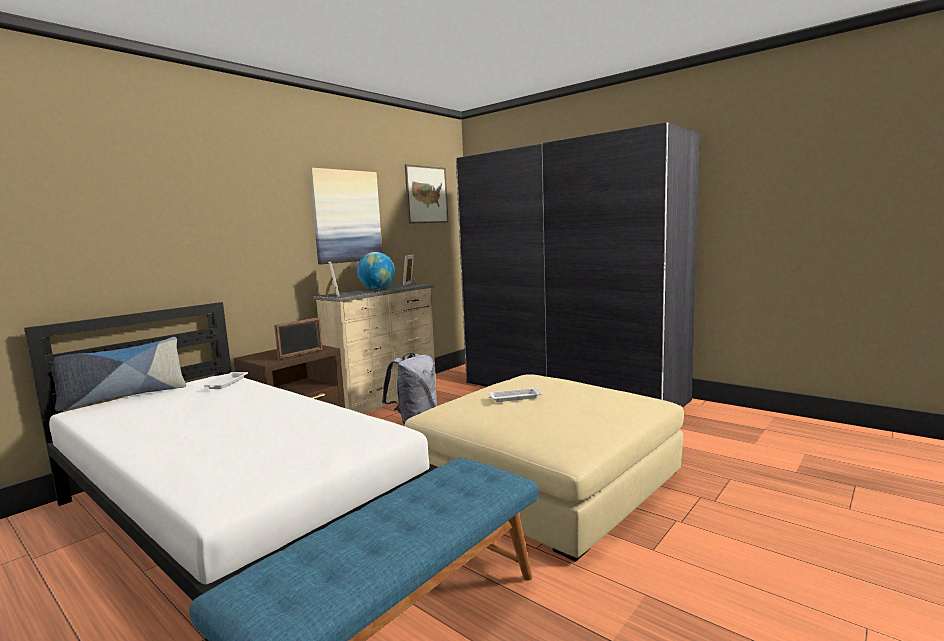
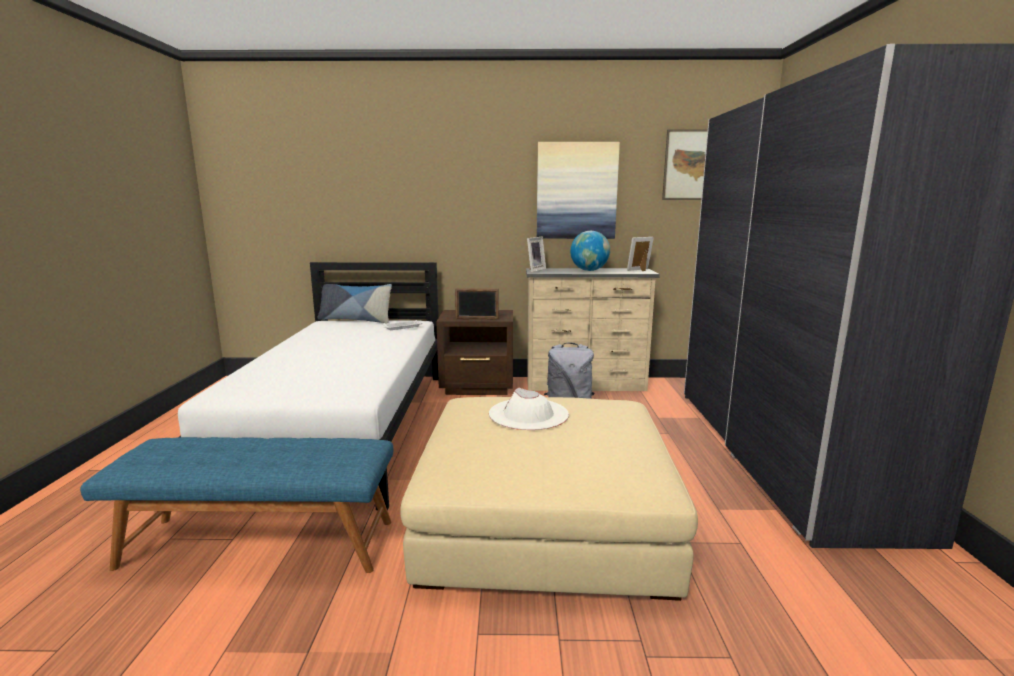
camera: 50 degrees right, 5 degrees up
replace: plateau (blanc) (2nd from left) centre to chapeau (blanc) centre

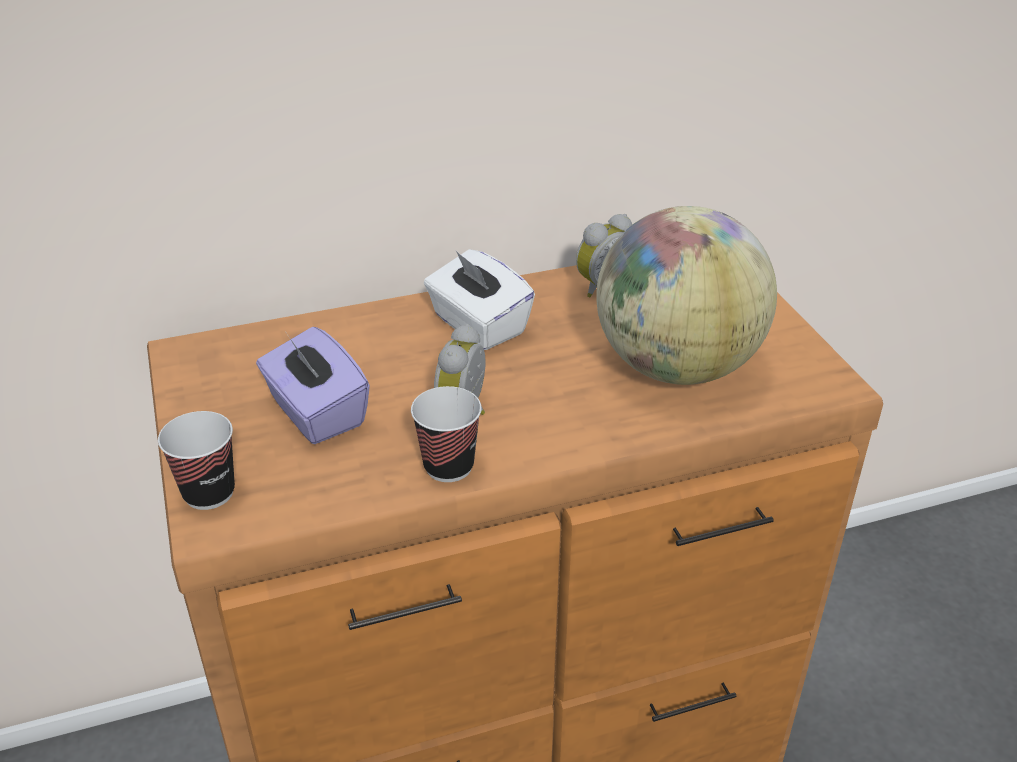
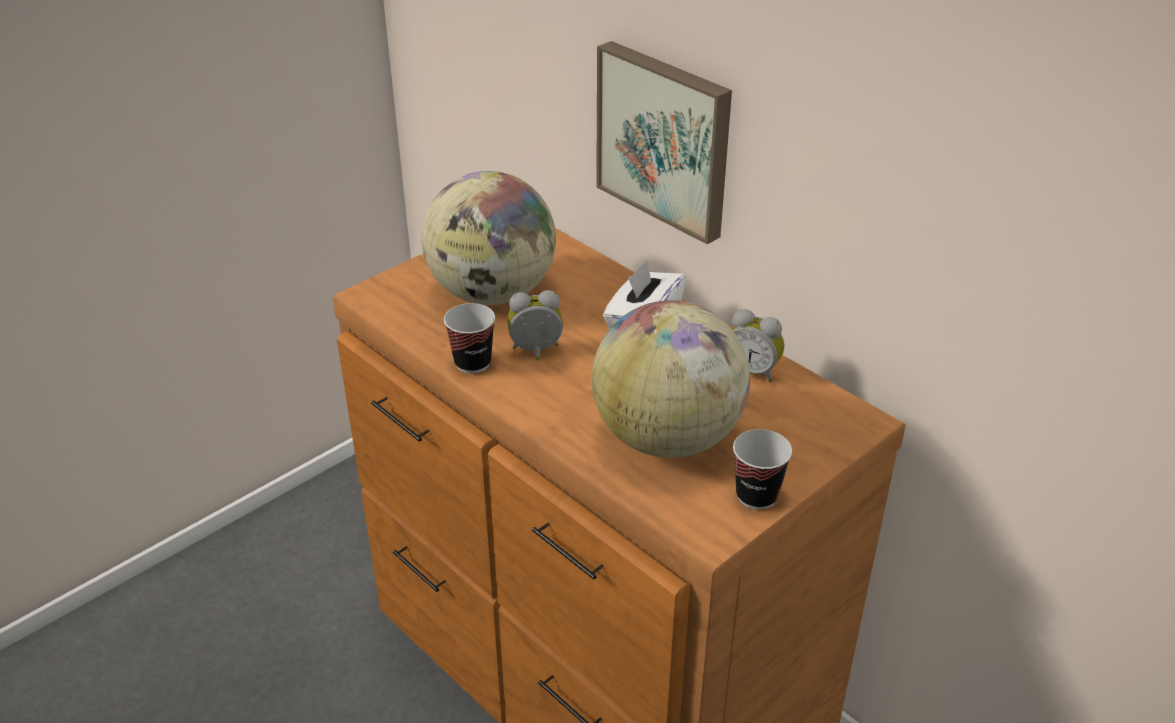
camera: 65 degrees right, 0 degrees up
insert: tableau top centre
move: tasse (1st from left in the first image) middle left to tasse (2nd from left) centre
replace: boîte à mouchoirs (violet) middle left to globe (1st from left) top centre

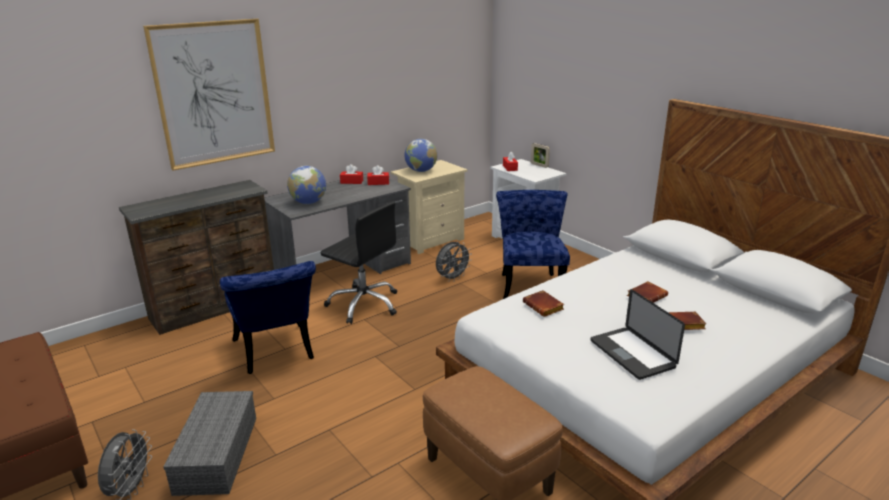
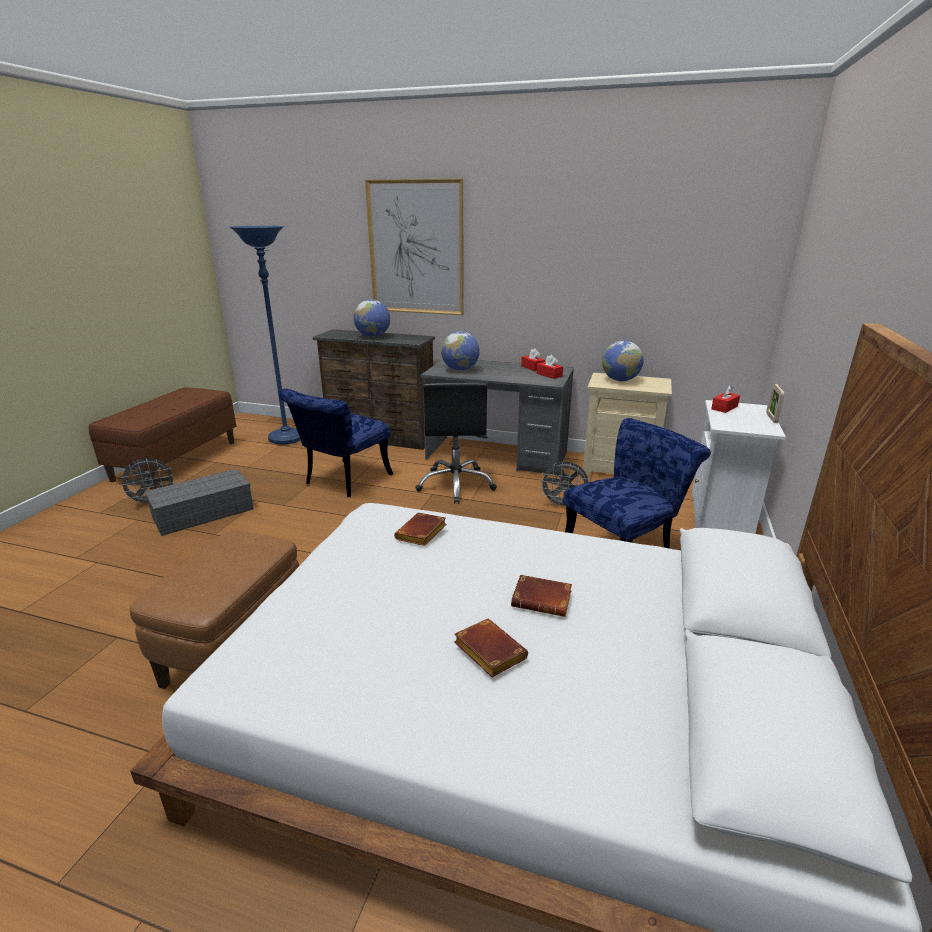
camera: 55 degrees right, 0 degrees up
delete: ordinateur portable bottom right
insert: lampadaire (bleu) middle left; globe (1st from left) centre

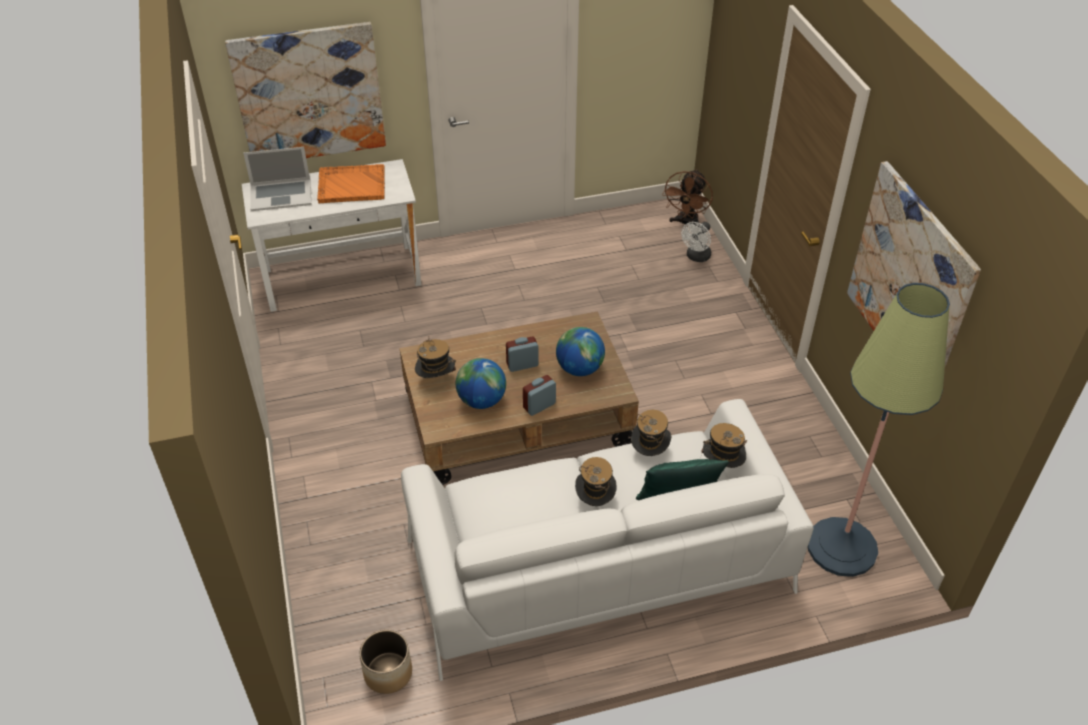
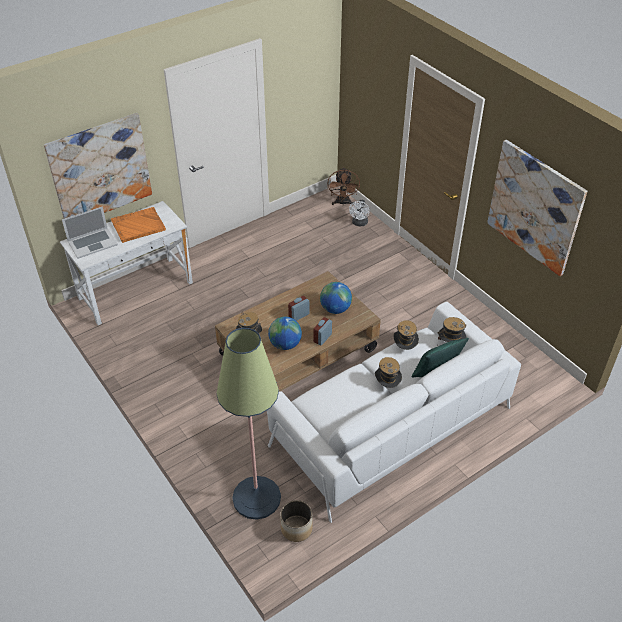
camera: 20 degrees left, 0 degrees up
move: lampadaire middle right to bottom centre

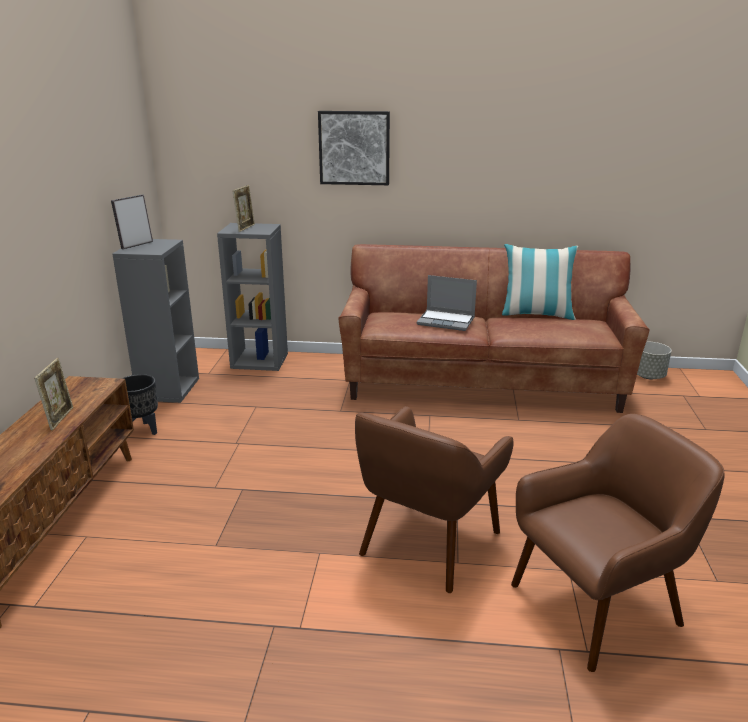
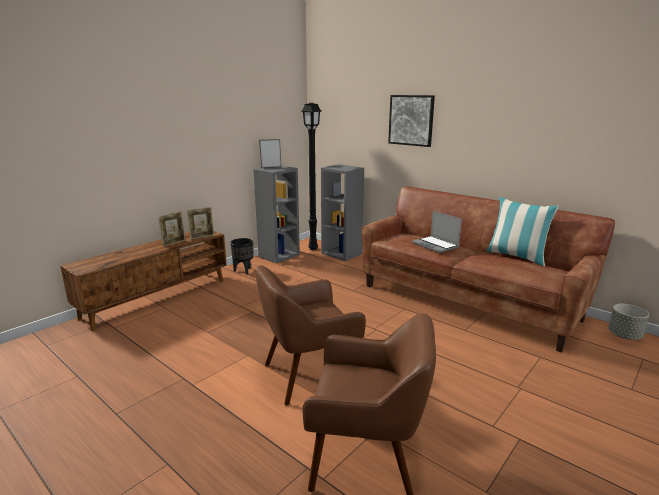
camera: 35 degrees right, 5 degrees down
insert: lampadaire (noir) centre
move: cadre photo (3rd from left in the first image) top left to cadre photo (2nd from left) middle left

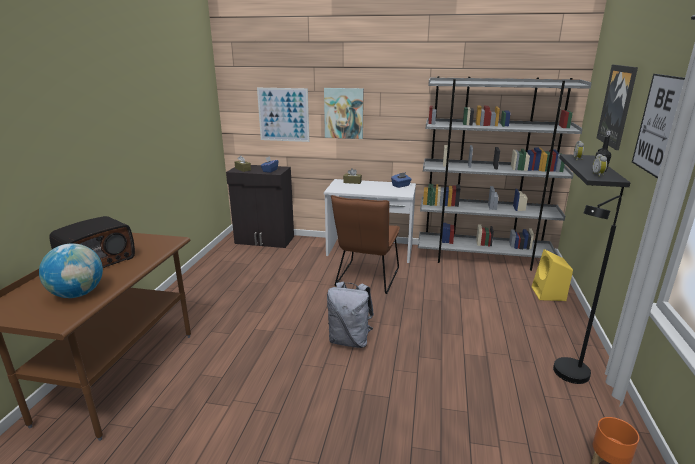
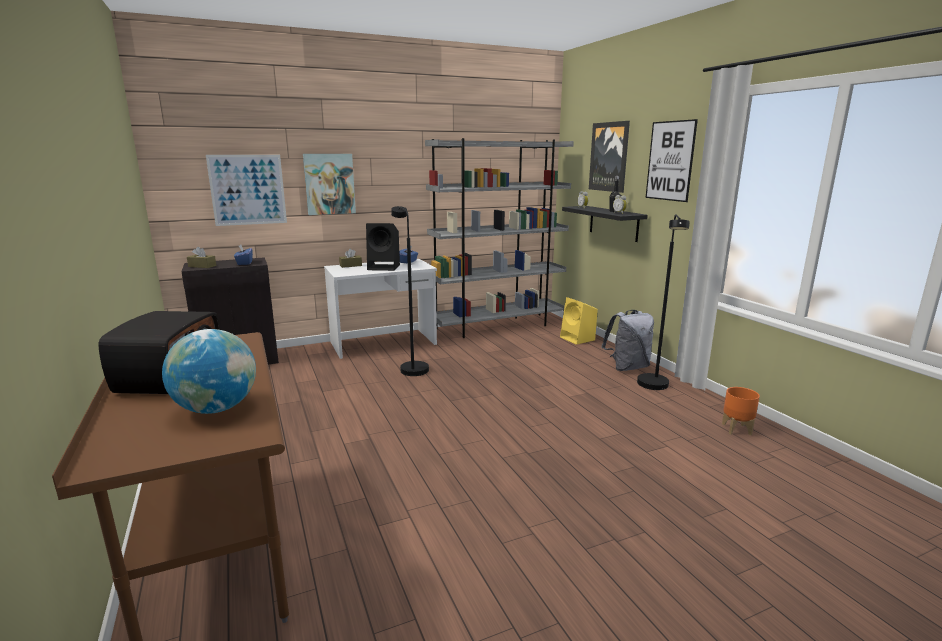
camera: 35 degrees left, 5 degrees down
insert: enceinte (noir) centre
move: sac à dos (gris) bottom centre to middle right
replace: chaise (marron) centre to lampadaire (noir) (1st from left) centre

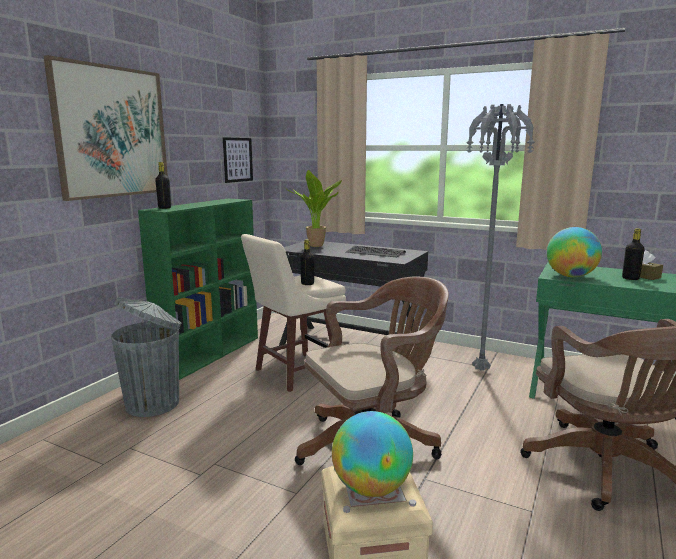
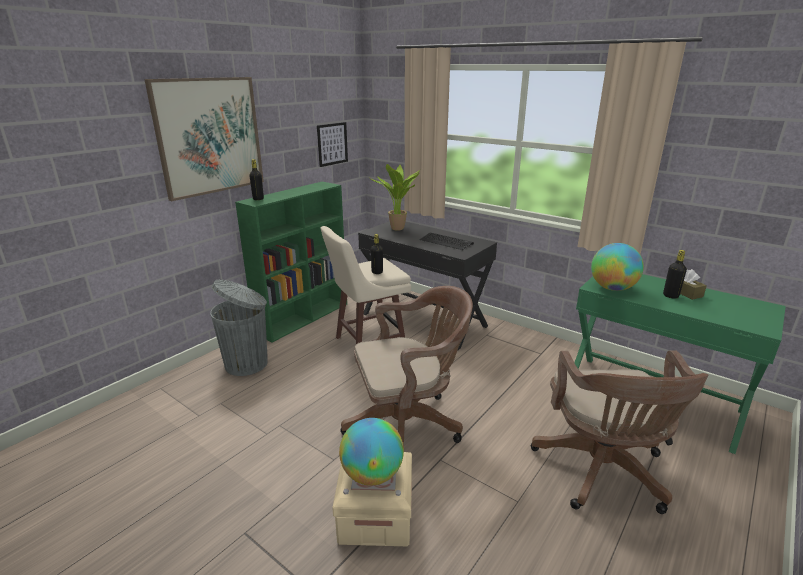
camera: 10 degrees right, 10 degrees up
delete: lampadaire (gris) middle right

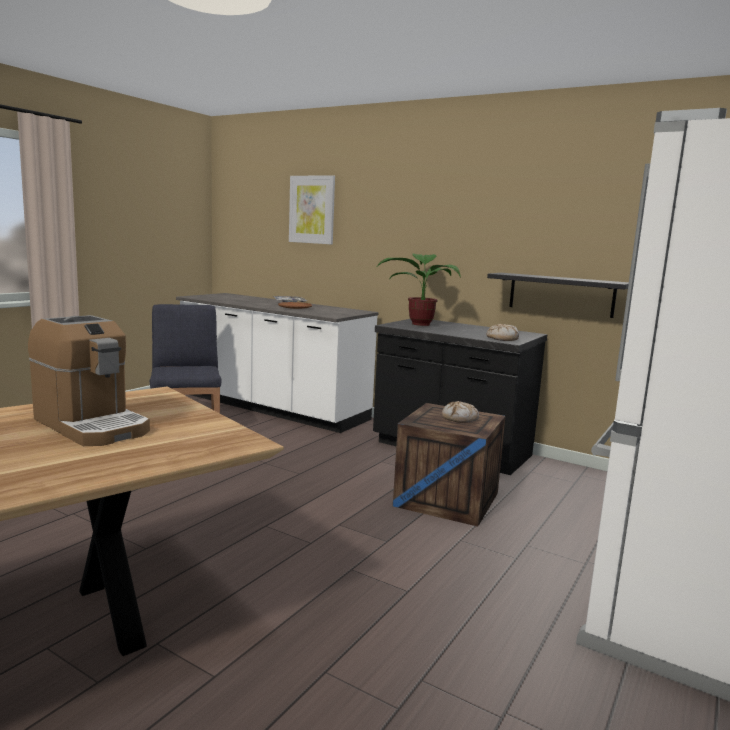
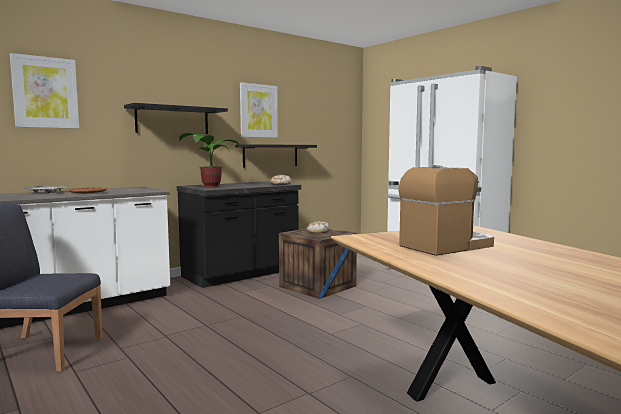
camera: 70 degrees left, 5 degrees down
insert: tableau (2nd from left) top centre; étagère (noir) (1st from left) top left

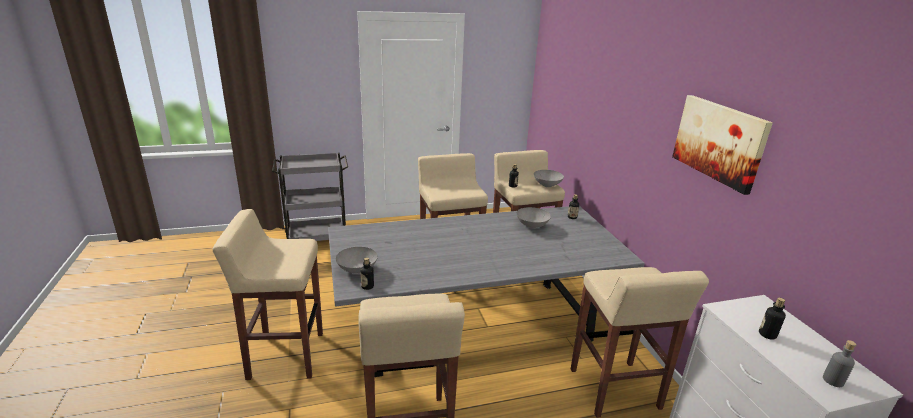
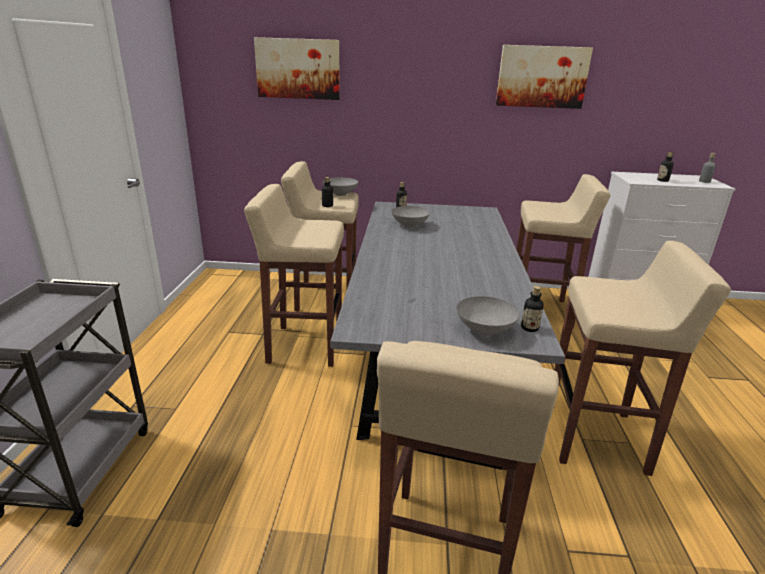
camera: 70 degrees left, 0 degrees up
insert: tableau (1st from left) top centre

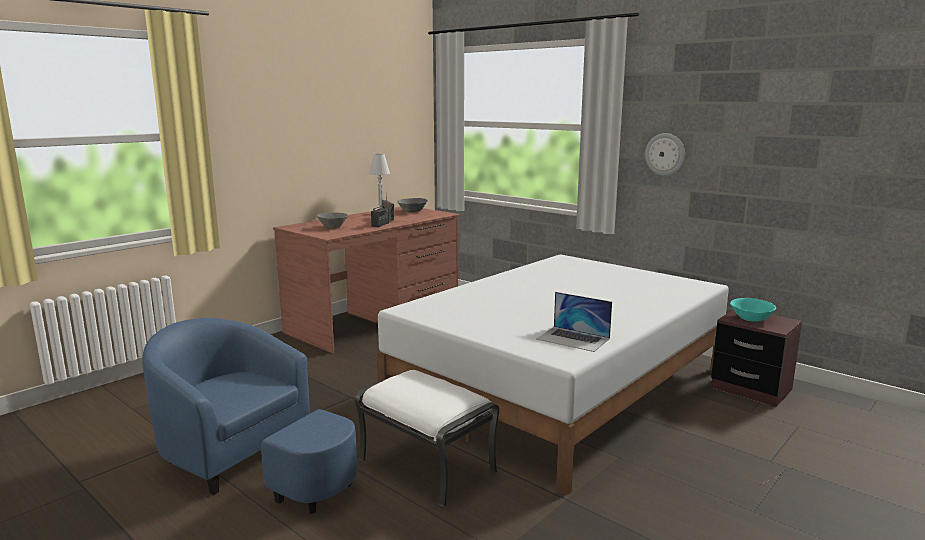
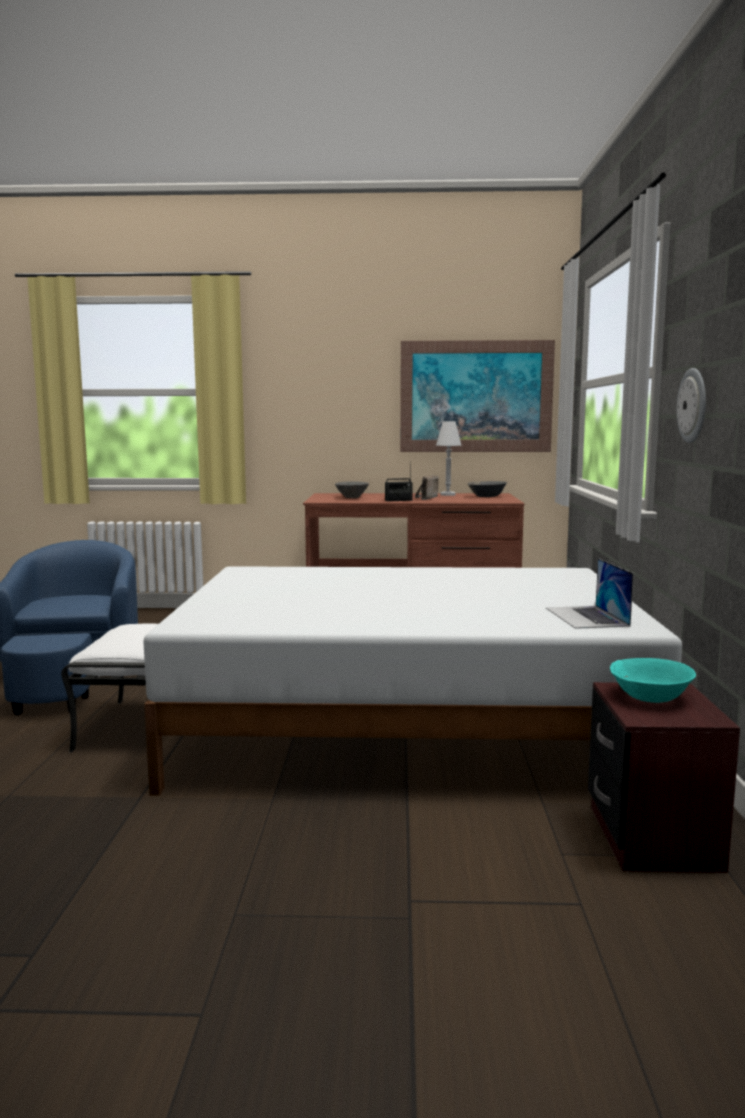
camera: 50 degrees right, 5 degrees down
insert: tableau centre
move: ordinateur portable centre to middle right

